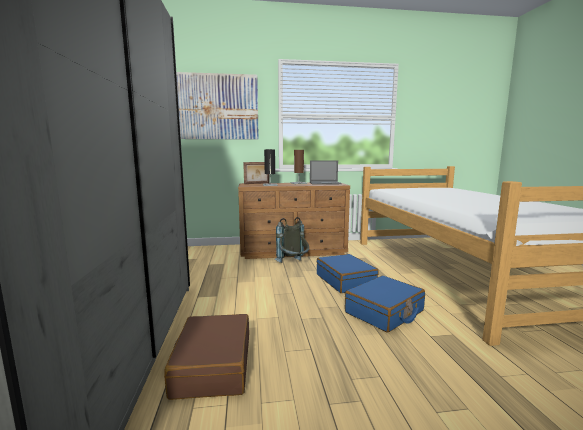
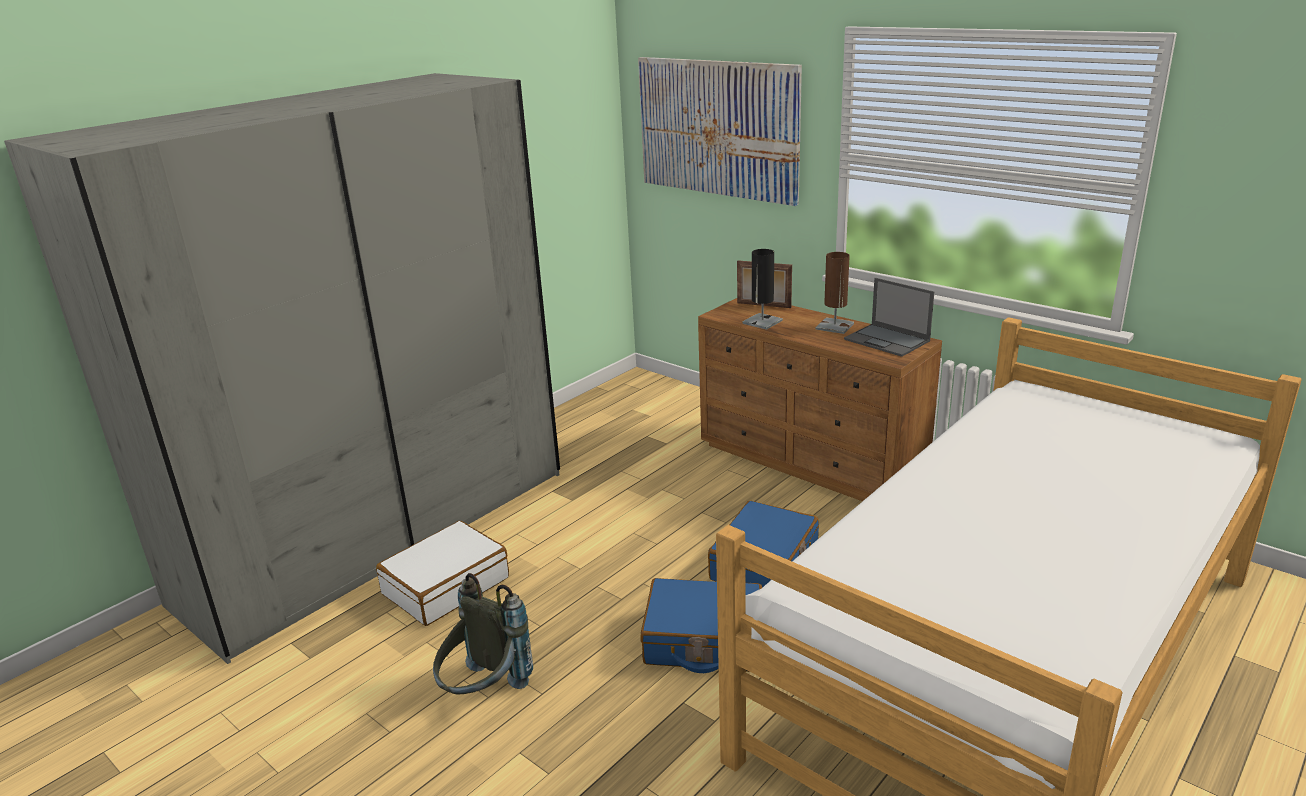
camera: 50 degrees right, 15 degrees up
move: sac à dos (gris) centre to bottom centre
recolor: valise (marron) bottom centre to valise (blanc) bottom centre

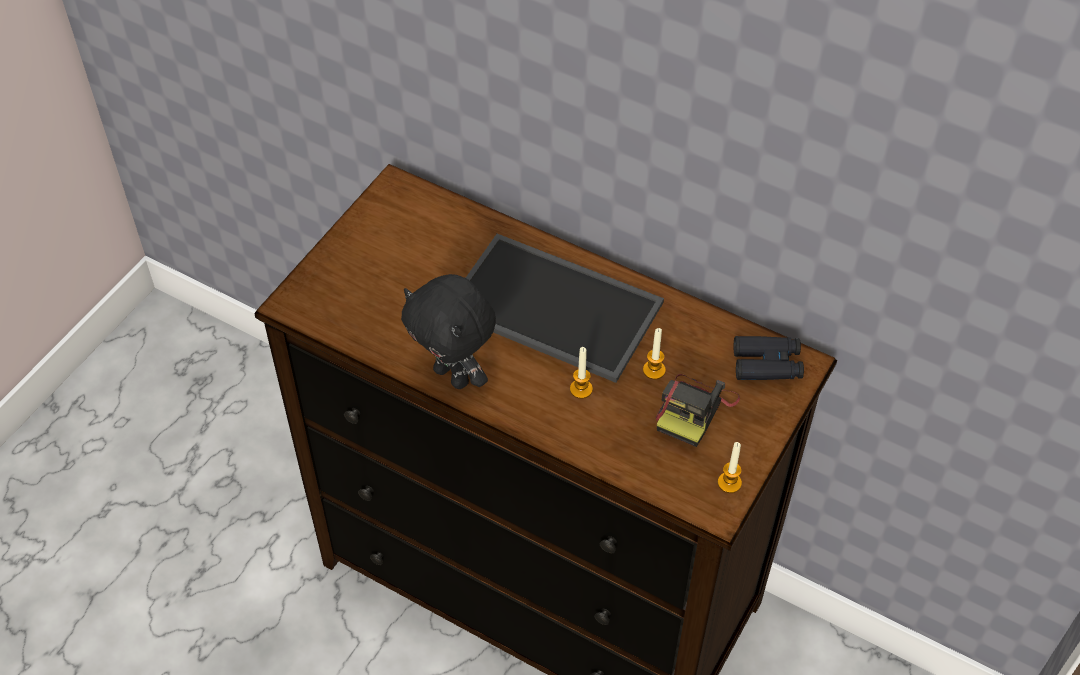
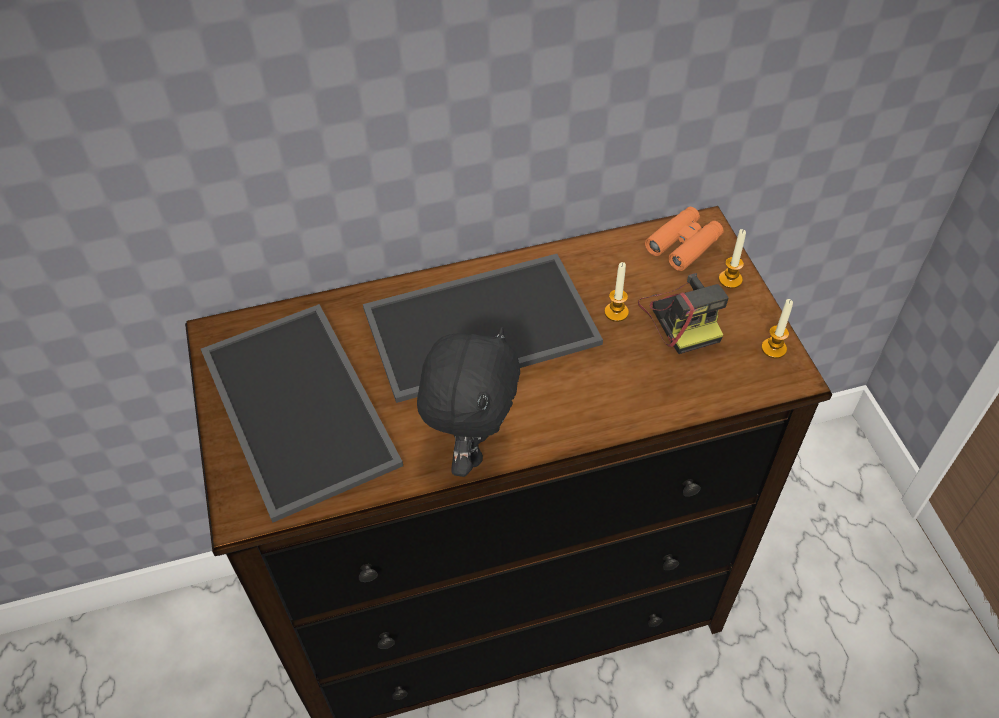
camera: 45 degrees left, 0 degrees up
insert: plateau (1st from left) middle left
move: bougie (1st from left in the first image) centre to bougie (2nd from left) middle right
recolor: jumelles (noir) middle right to jumelles (orange) top right
rotate: peluche (noir) centre = centre 75 degrees counterclockwise

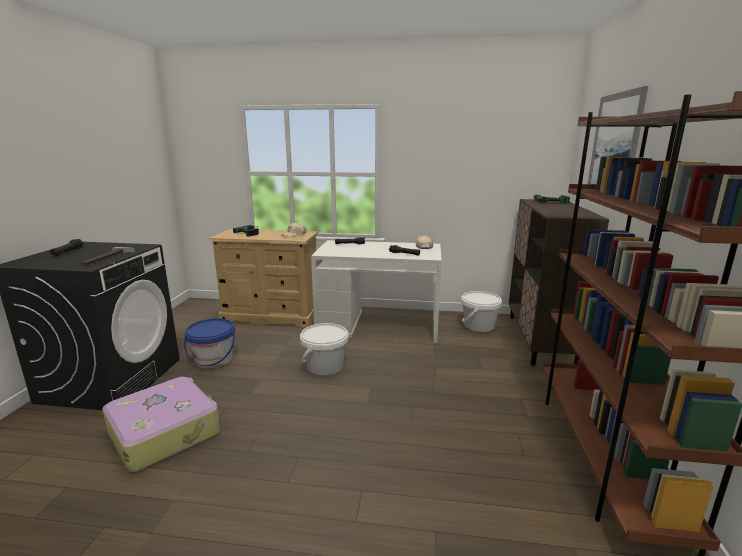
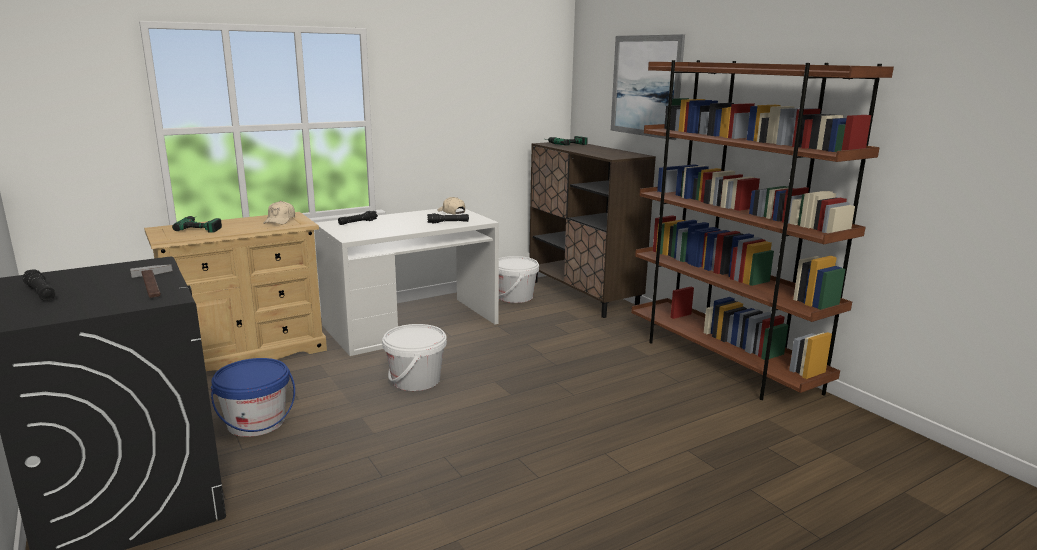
camera: 40 degrees left, 0 degrees up
delete: valise bottom left

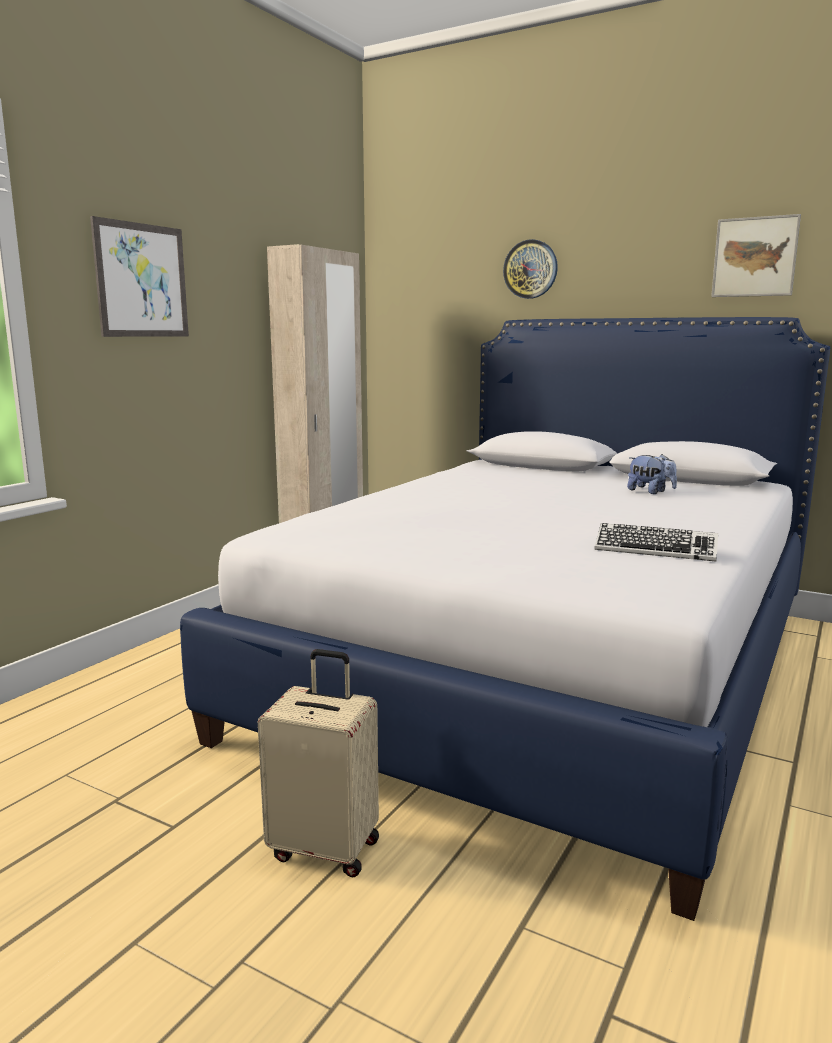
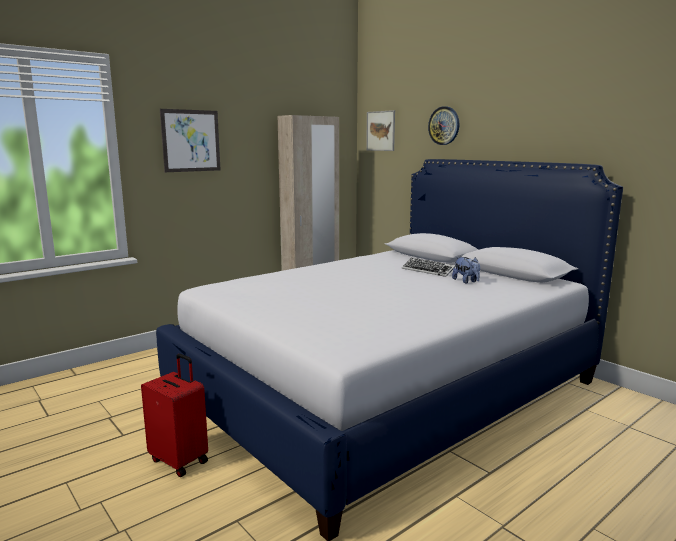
camera: 20 degrees right, 0 degrees up
move: tableau (2nd from left) top right to top centre; clavier middle right to centre
recolor: valise (beige) bottom centre to valise (rouge) bottom left

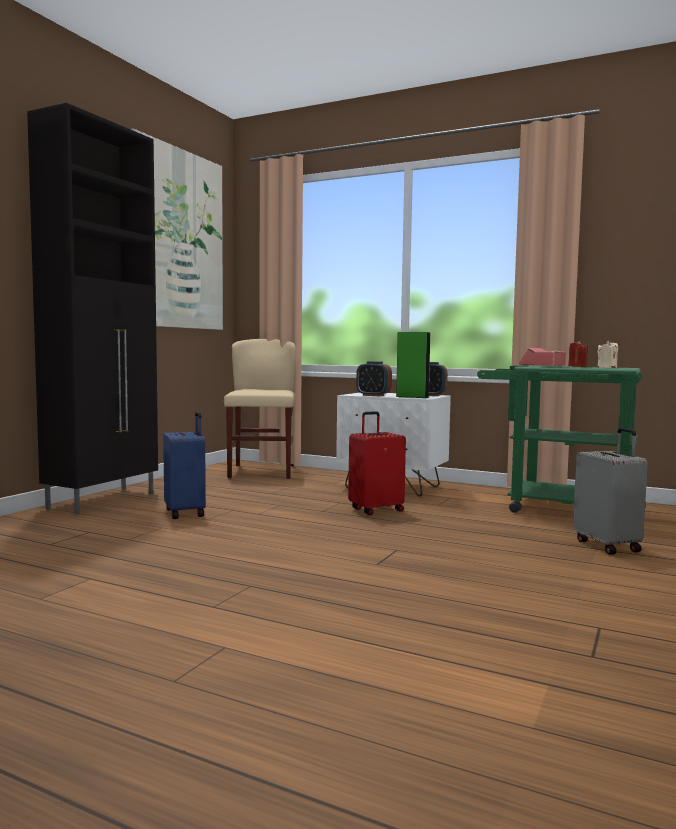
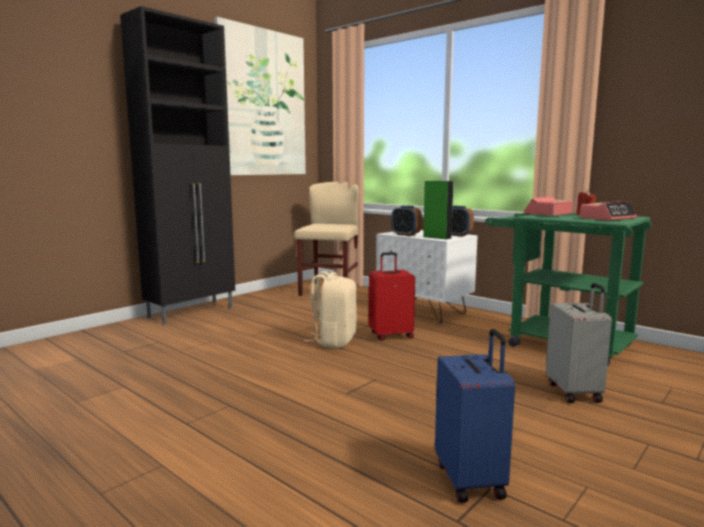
camera: 15 degrees right, 5 degrees up
insert: sac à dos (beige) centre
move: valise (bleu) middle left to bottom right
replace: bougie (beige) middle right to réveil (4th from left) middle right

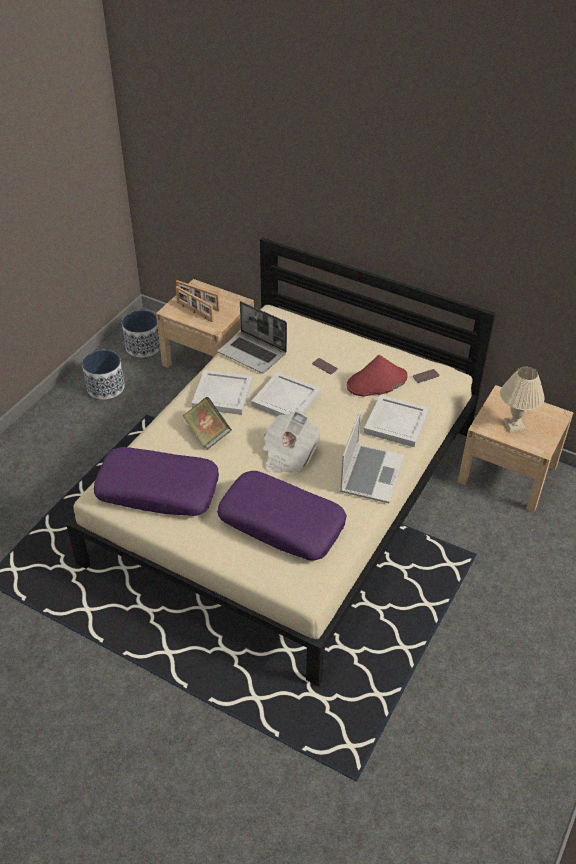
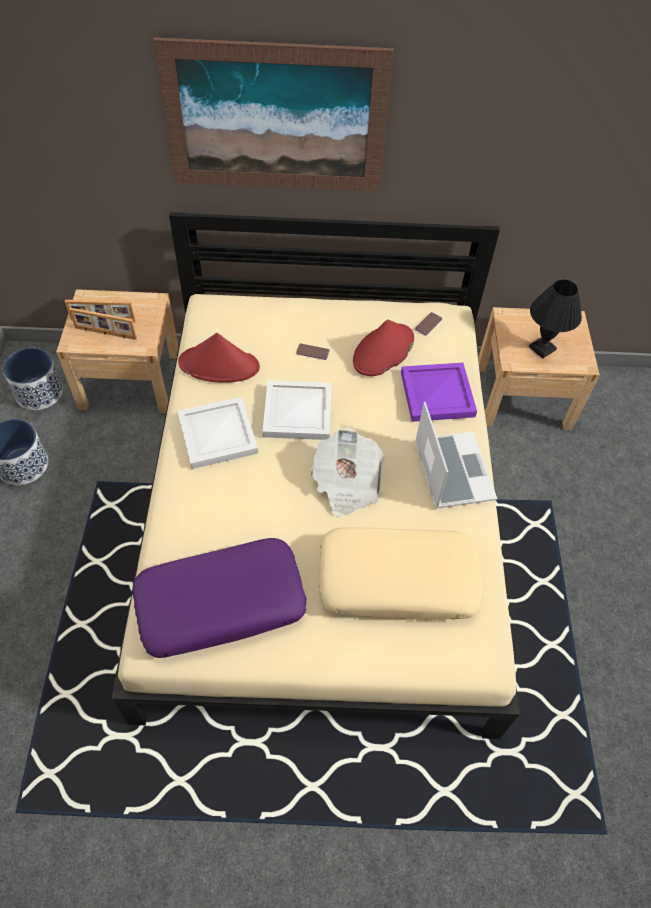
camera: 30 degrees left, 10 degrees up
delete: livre centre
insert: tableau top centre
replace: ordinateur portable (1st from left) centre to chapeau (rouge) (1st from left) centre
recolor: lampe de table (beige) middle right to lampe de table (noir) middle right; plateau (blanc) (3rd from left) middle right to plateau (violet) middle right; coussin (violet) (2nd from left) centre to coussin (beige) centre

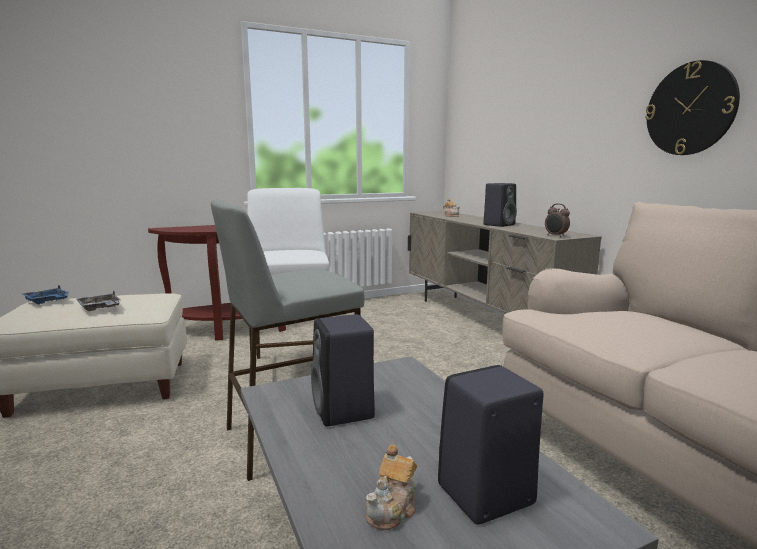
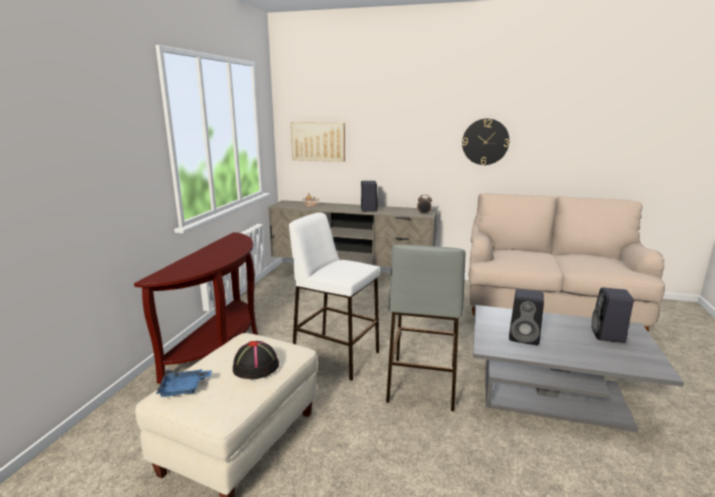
camera: 50 degrees left, 5 degrees up
delete: théière (1st from left) bottom centre
insert: tableau top centre
replace: plateau (gris) middle left to chapeau (noir) bottom centre

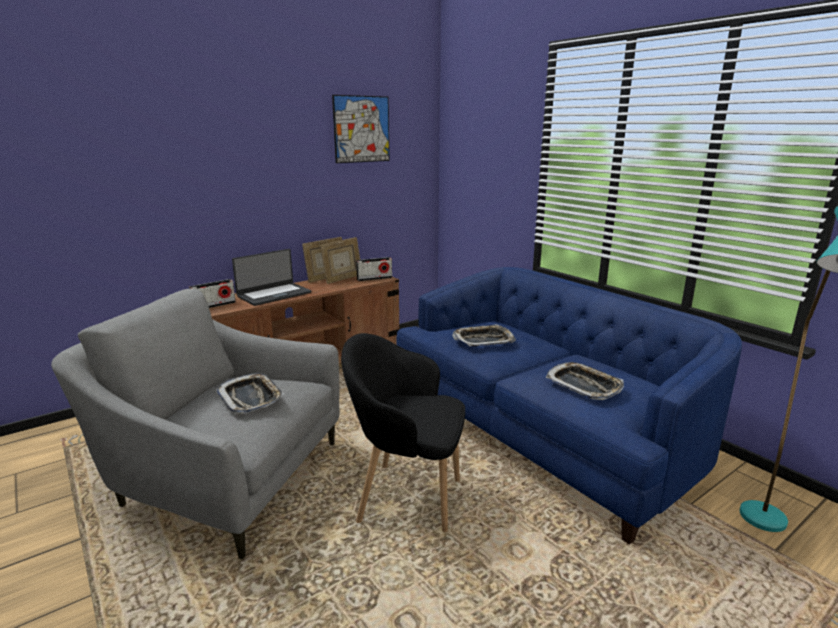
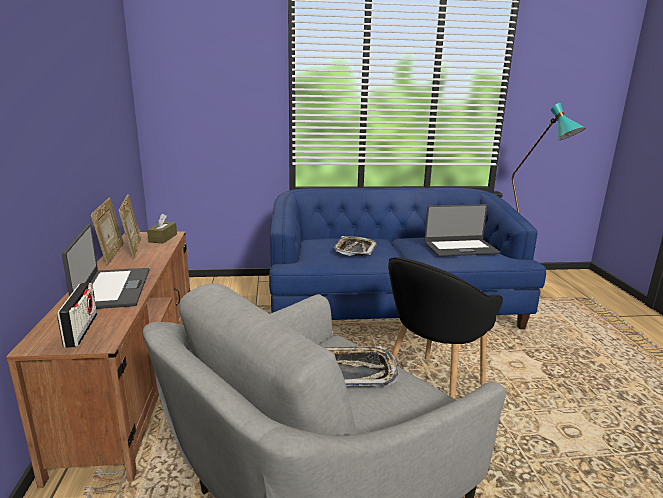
camera: 60 degrees left, 0 degrees up
delete: tableau top centre
replace: radio (2nd from left) centre to boîte à mouchoirs (marron) middle left; plateau (3rd from left) middle right to ordinateur portable (2nd from left) middle right

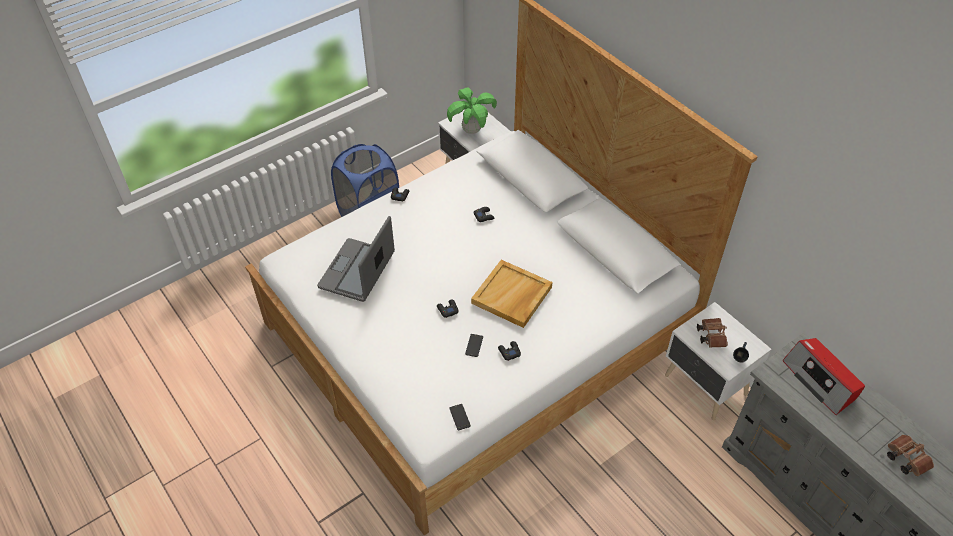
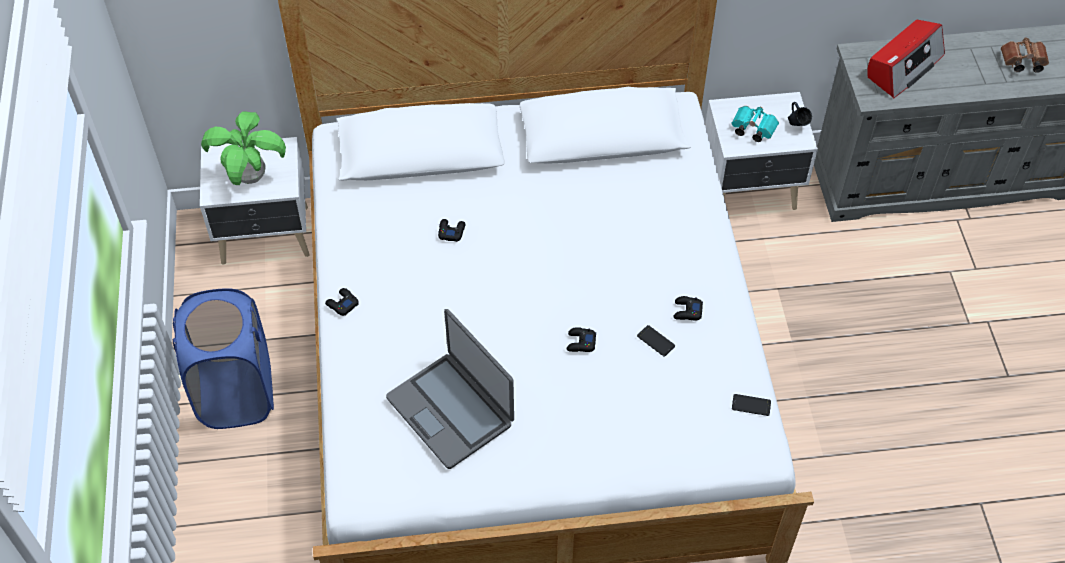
camera: 60 degrees left, 5 degrees up
delete: plateau (beige) centre
recolor: jumelles (marron) (1st from left) middle right to jumelles (turquoise) top right
rotate: radio bottom right = top right 45 degrees counterclockwise

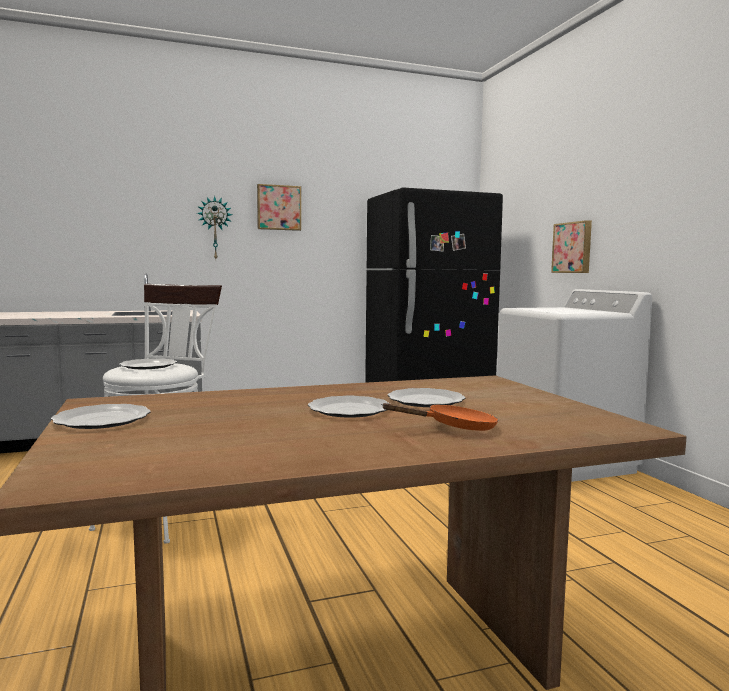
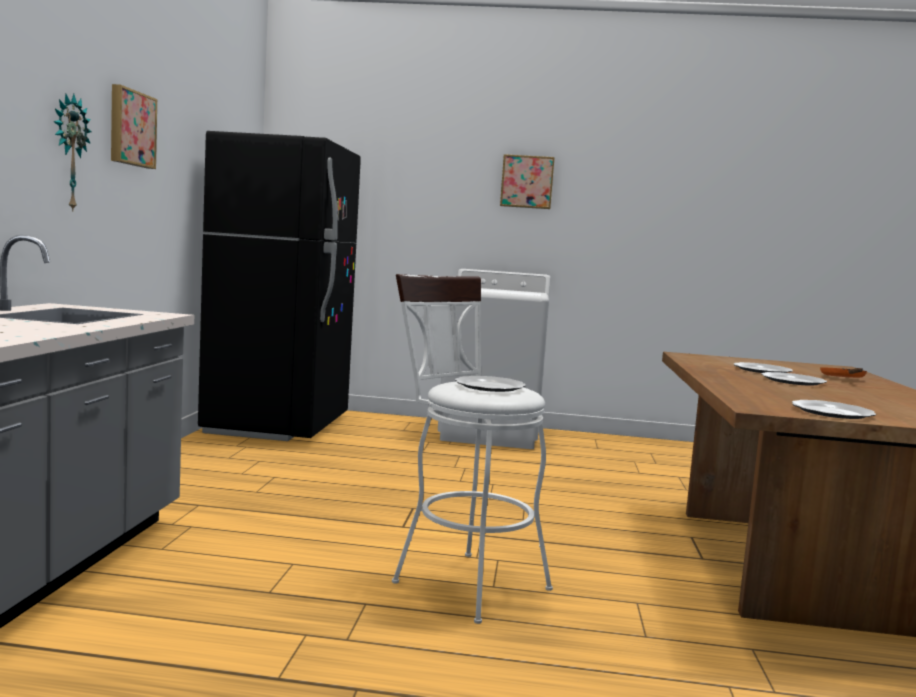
camera: 65 degrees left, 0 degrees up
move: tableau (2nd from left) middle right to top centre

